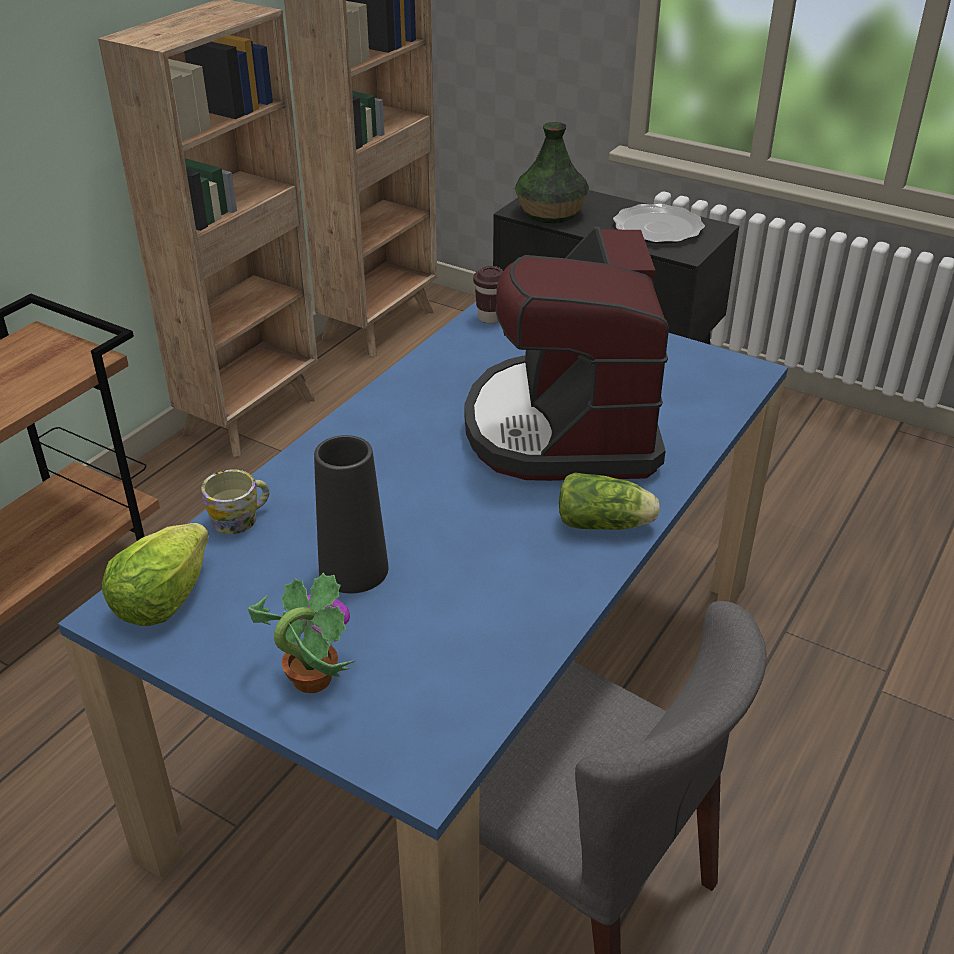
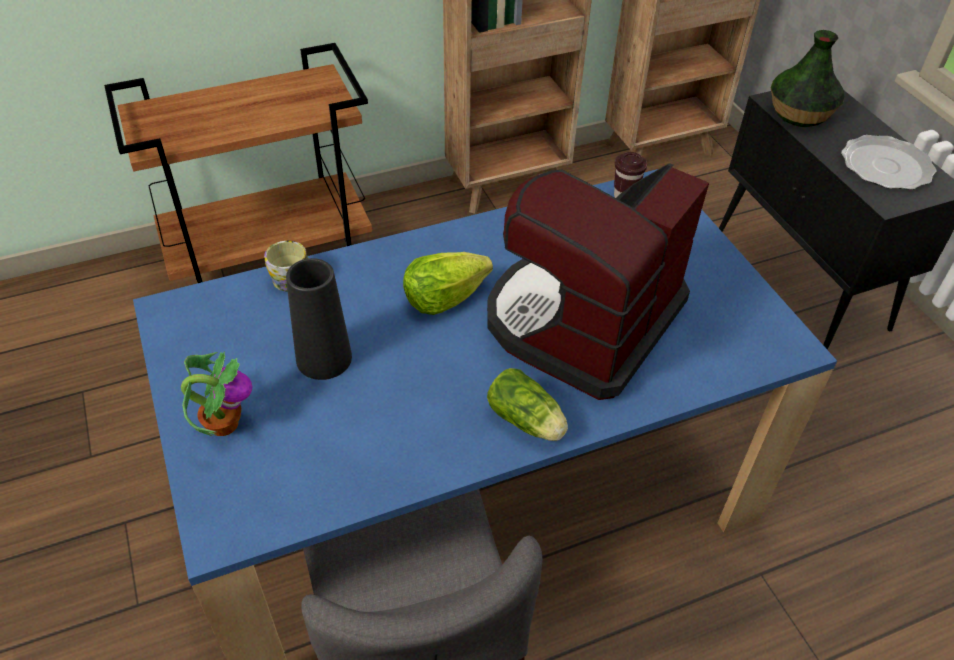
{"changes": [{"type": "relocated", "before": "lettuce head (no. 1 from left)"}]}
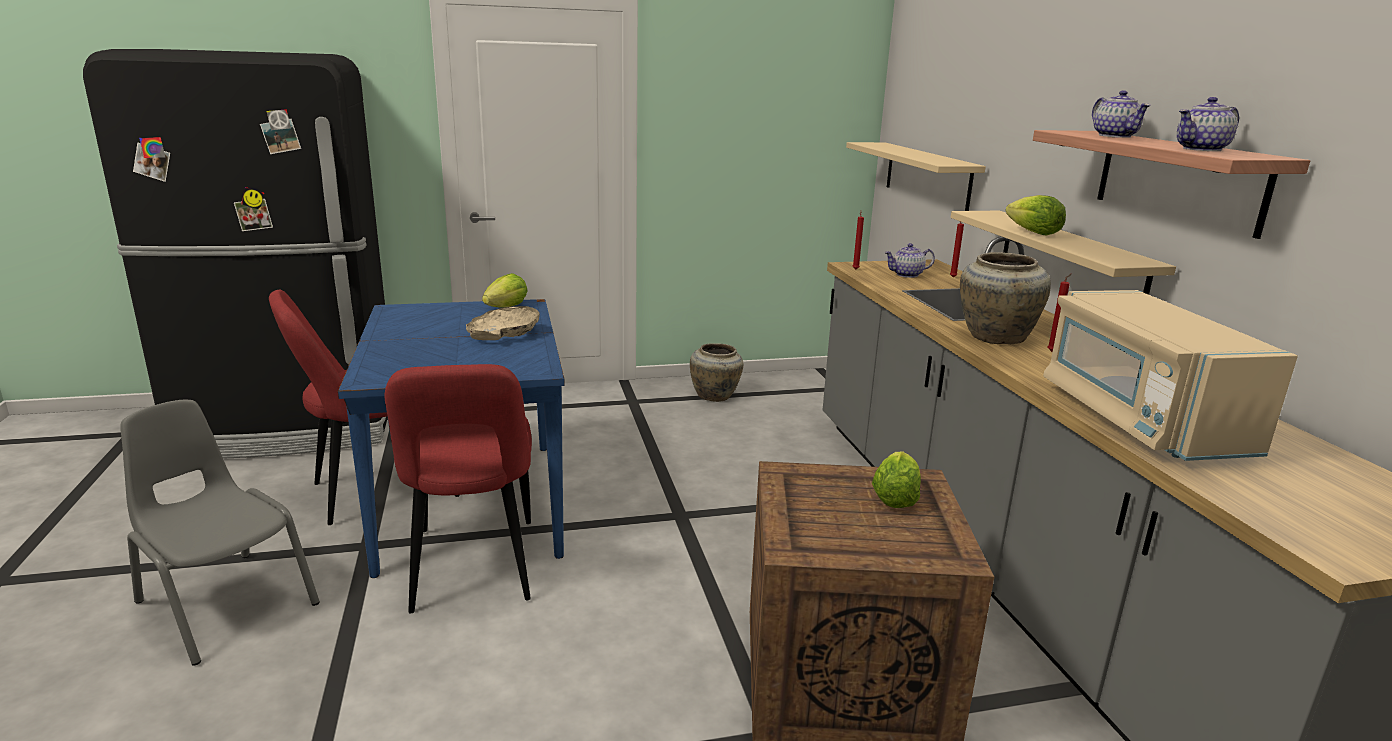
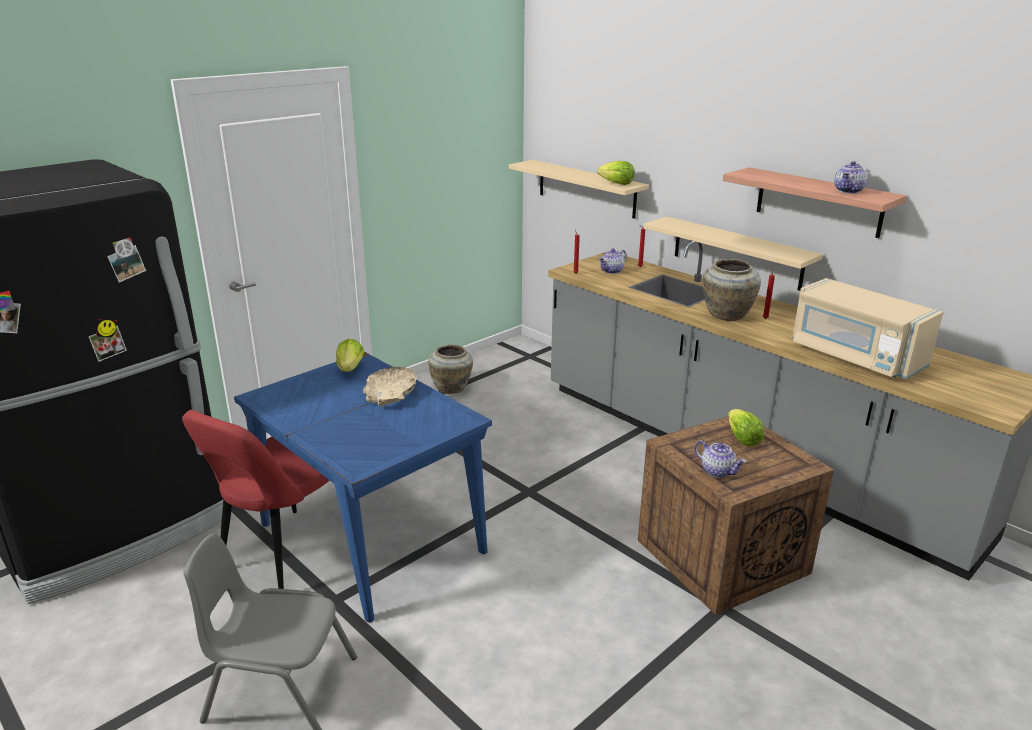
{"changes": [{"type": "missing", "before": "chair (red-coloured) (no. 2 from left)"}, {"type": "relocated", "before": "lettuce head (no. 3 from left in the first image)", "after": "lettuce head (no. 2 from left)"}, {"type": "relocated", "before": "pot for tea (no. 2 from left)"}]}
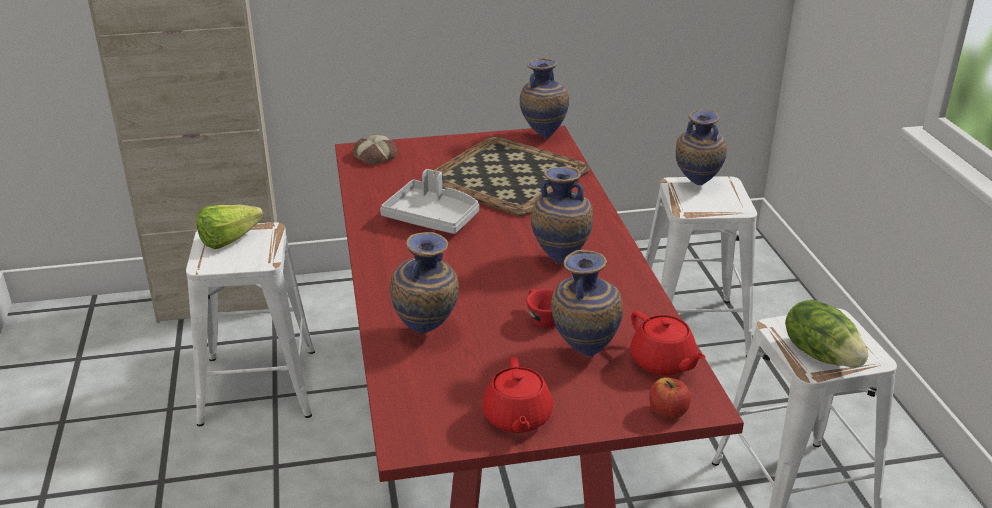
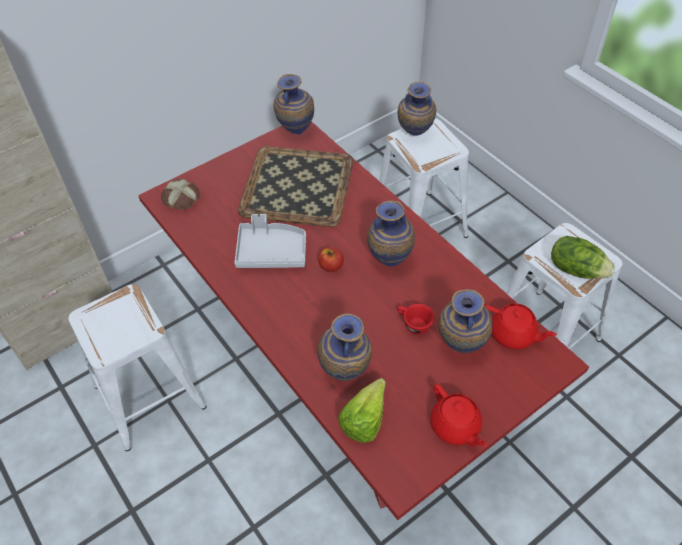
{"changes": [{"type": "relocated", "before": "lettuce head (no. 1 from left)"}, {"type": "relocated", "before": "apple fruit"}]}
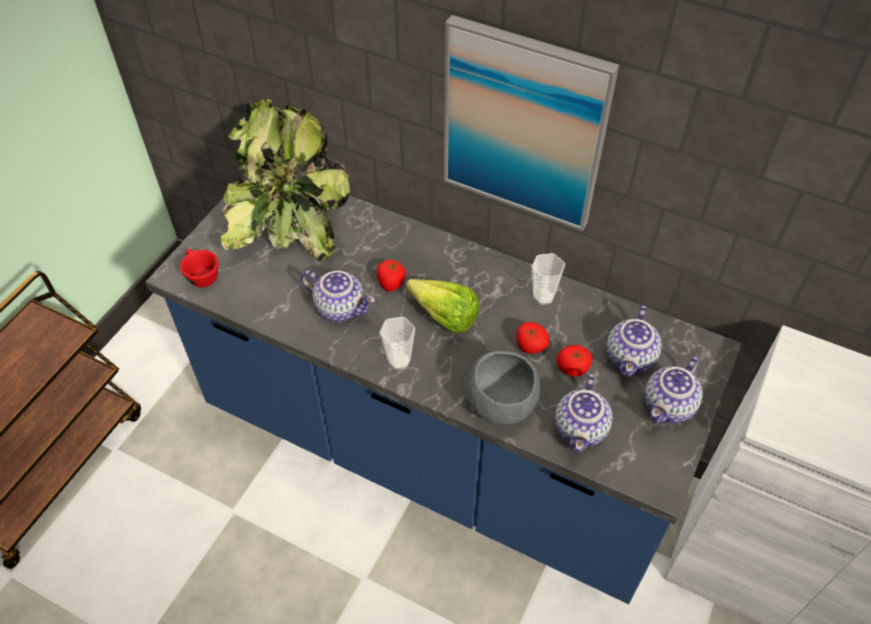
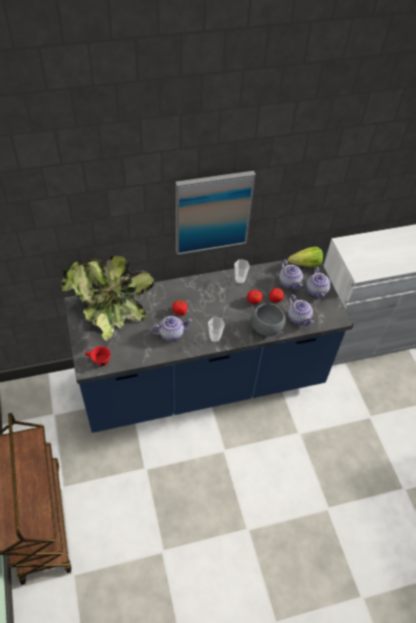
{"changes": [{"type": "relocated", "before": "lettuce head"}]}
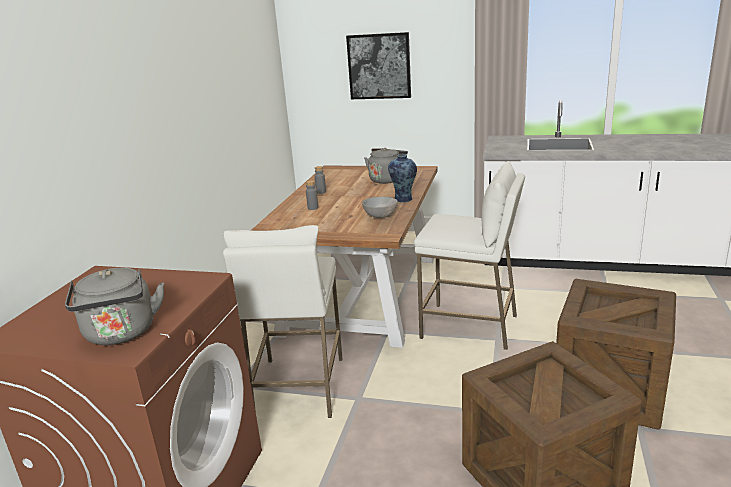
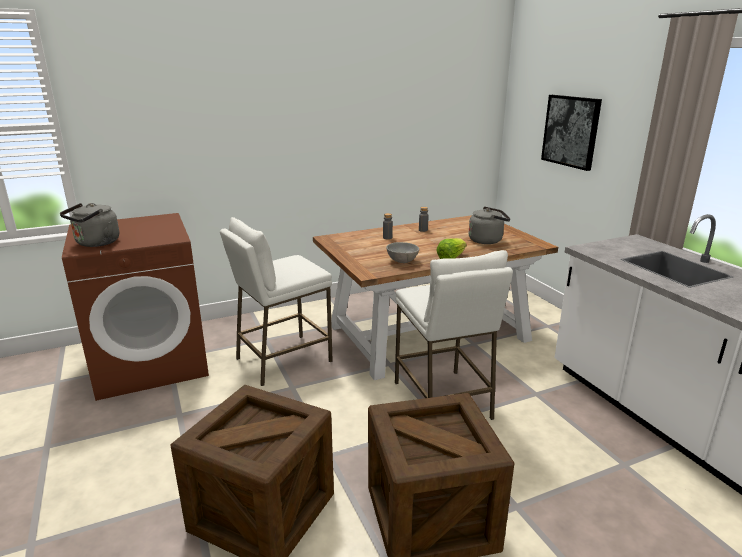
{"changes": [{"type": "exchanged", "before": "flower vase", "after": "lettuce head"}]}
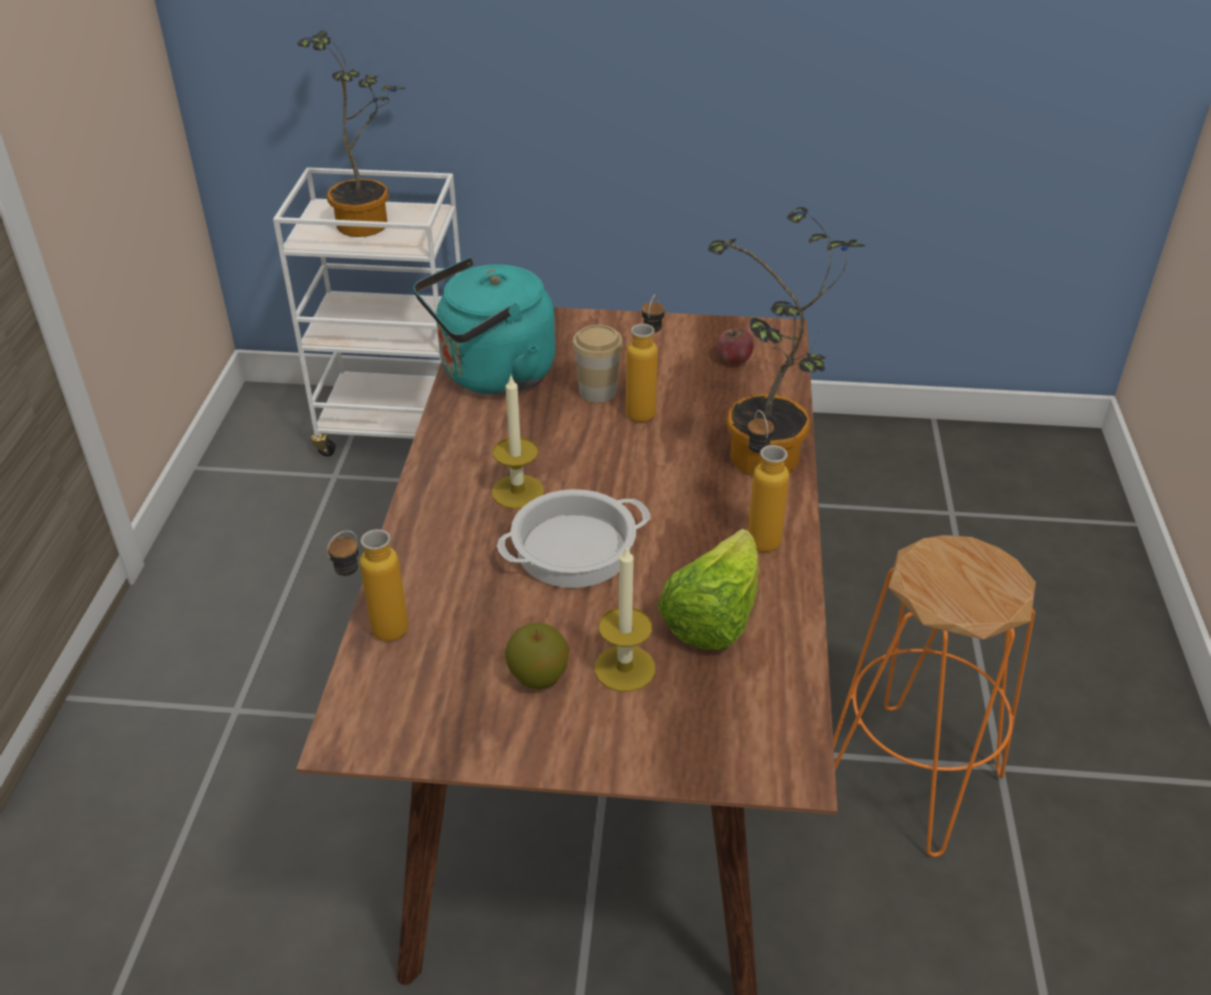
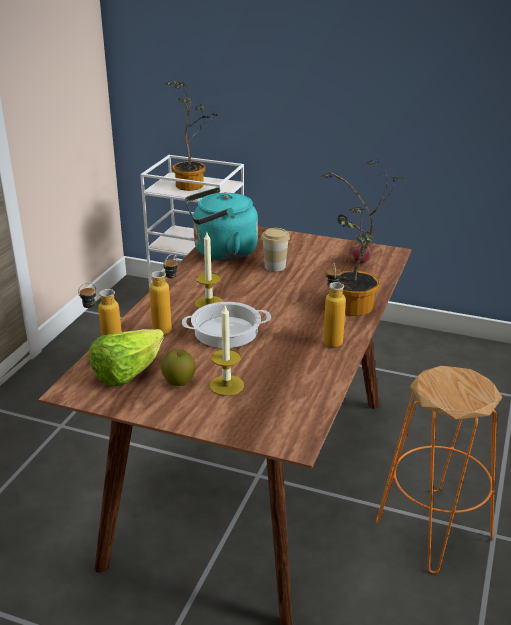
{"changes": [{"type": "relocated", "before": "drink bottle (no. 2 from left)"}, {"type": "relocated", "before": "lettuce head"}]}
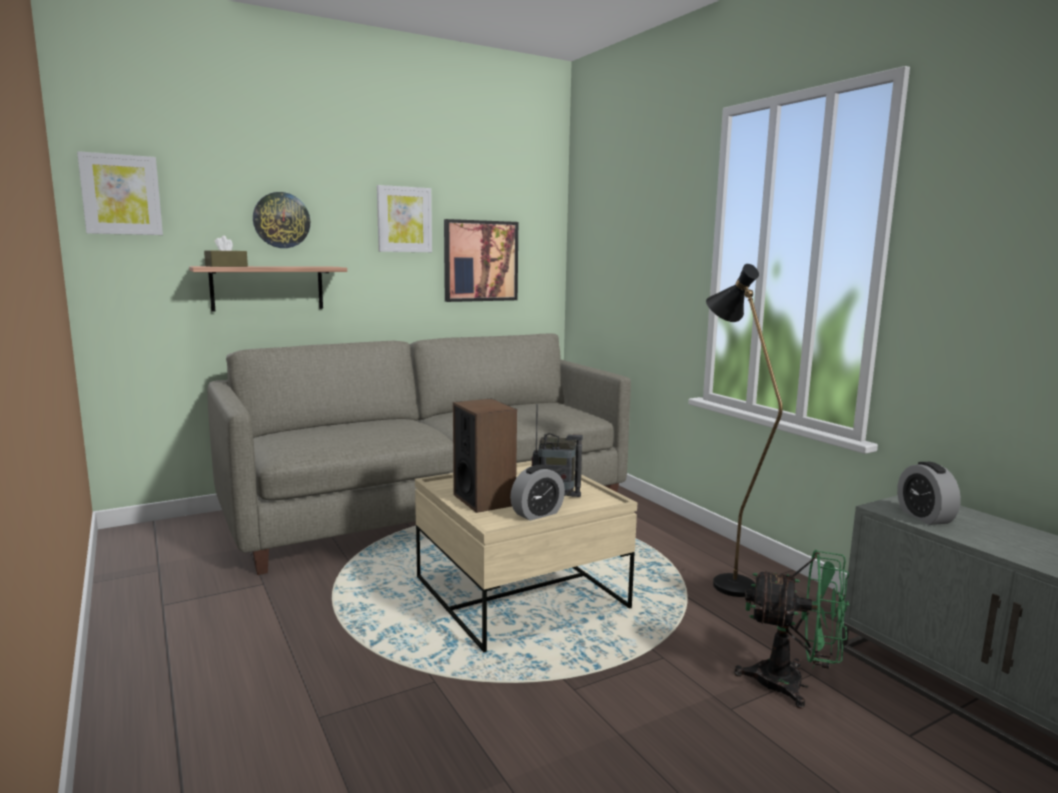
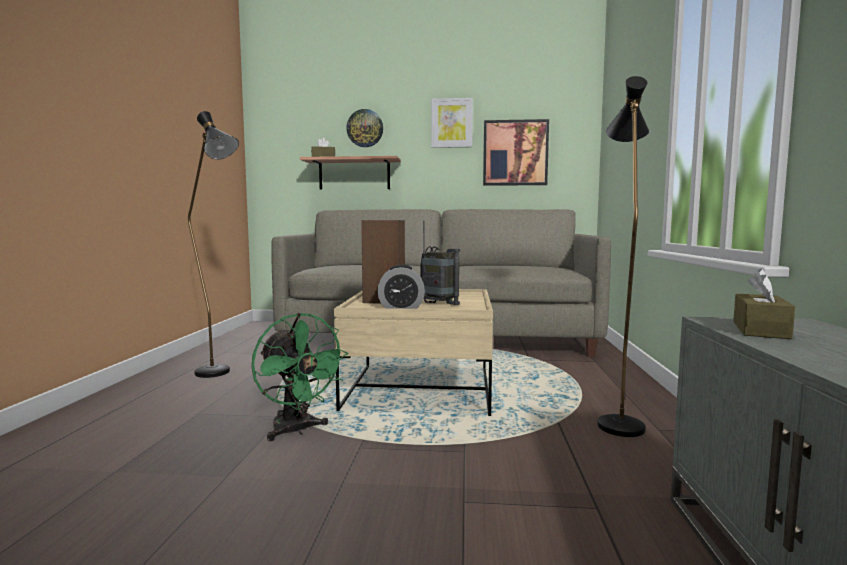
{"changes": [{"type": "missing", "before": "wall picture (no. 1 from left)"}, {"type": "appeared", "after": "floor lamp (black-coloured) (no. 1 from left)"}, {"type": "relocated", "before": "cooling fan (green)"}, {"type": "exchanged", "before": "alarm clock (no. 2 from left)", "after": "box of tissues (brownish) (no. 2 from left)"}]}
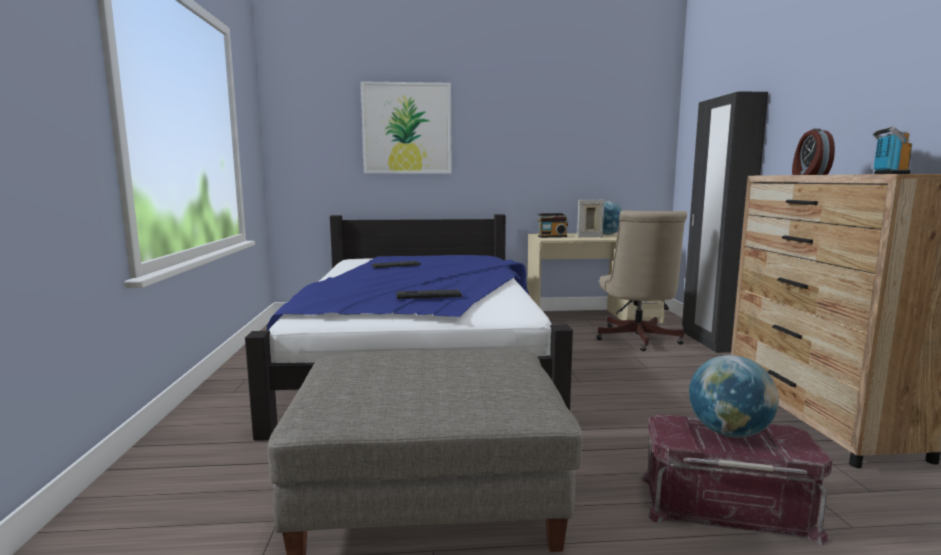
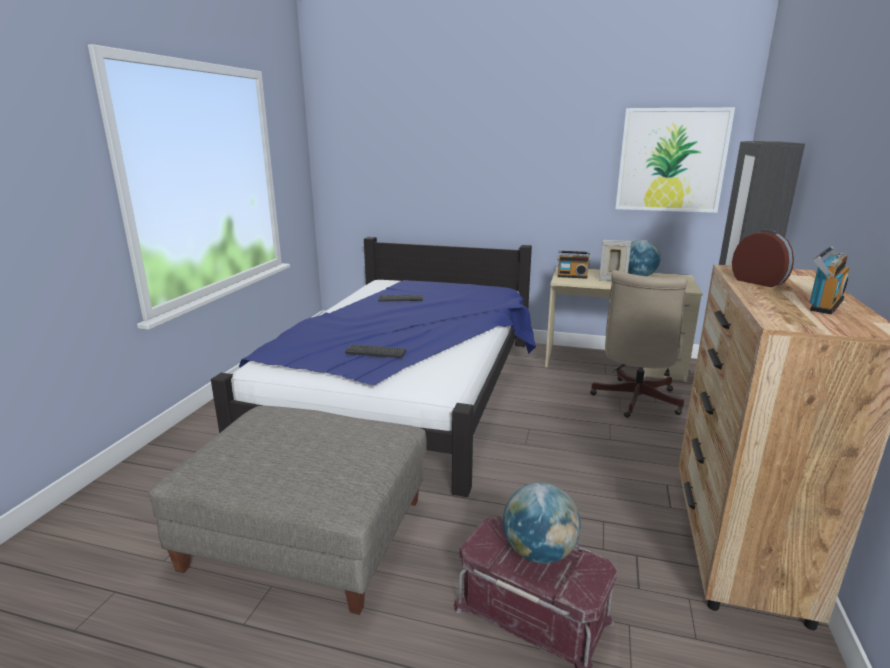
{"changes": [{"type": "relocated", "before": "wall picture"}, {"type": "spun", "before": "alarm clock", "turn": 120}]}
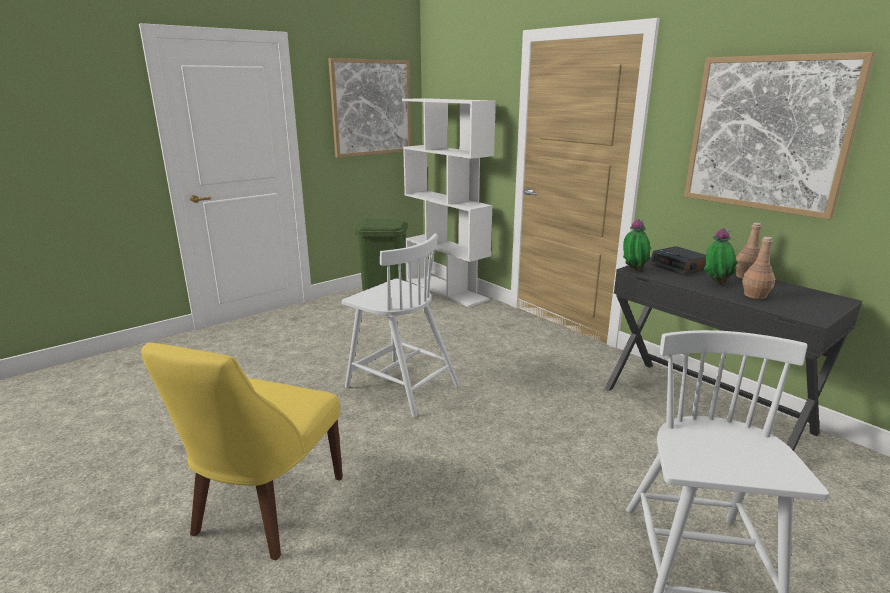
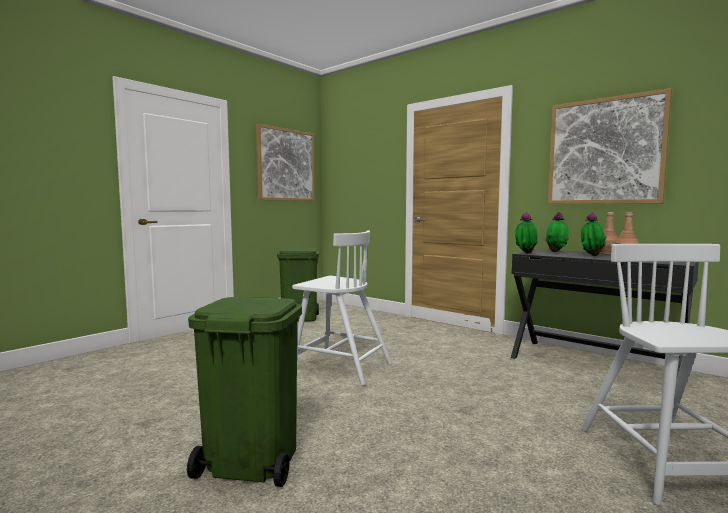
{"changes": [{"type": "missing", "before": "bookshelf (whitish)"}, {"type": "exchanged", "before": "chair (yellowish)", "after": "waste bin (green) (no. 1 from left)"}, {"type": "exchanged", "before": "alarm clock", "after": "plant in a pot (no. 2 from left)"}]}
